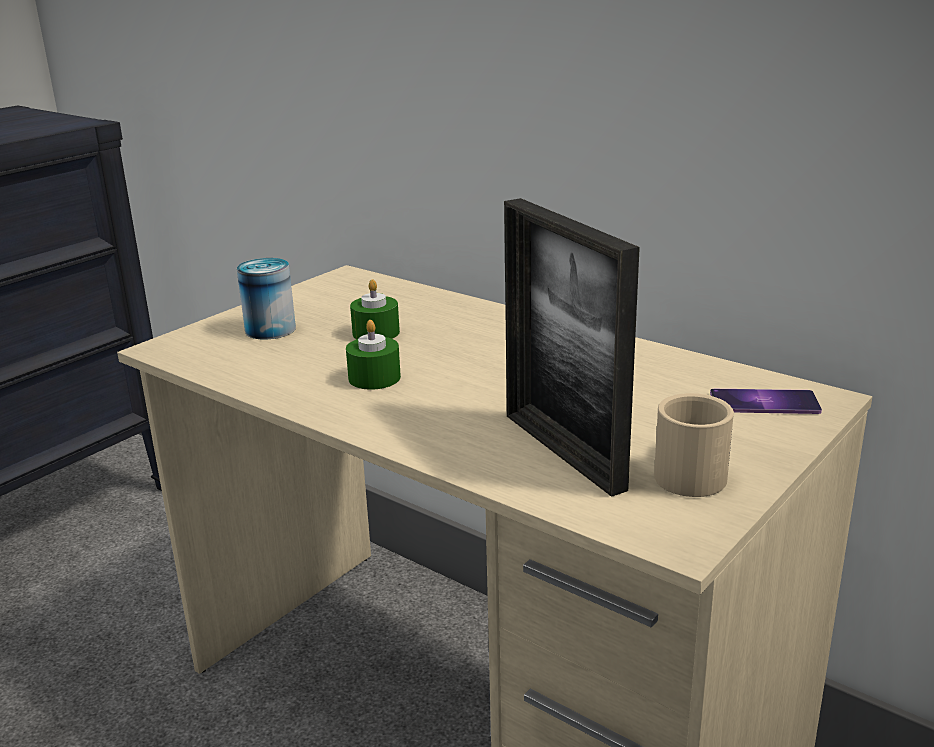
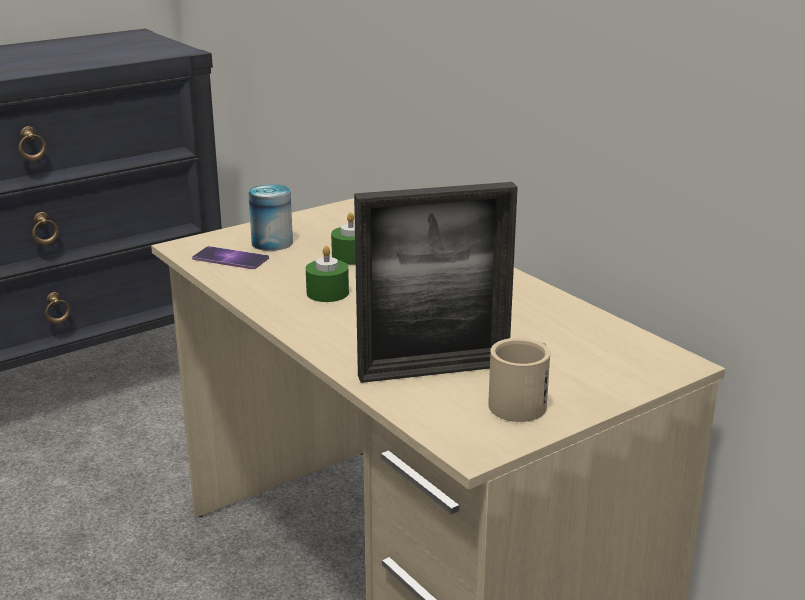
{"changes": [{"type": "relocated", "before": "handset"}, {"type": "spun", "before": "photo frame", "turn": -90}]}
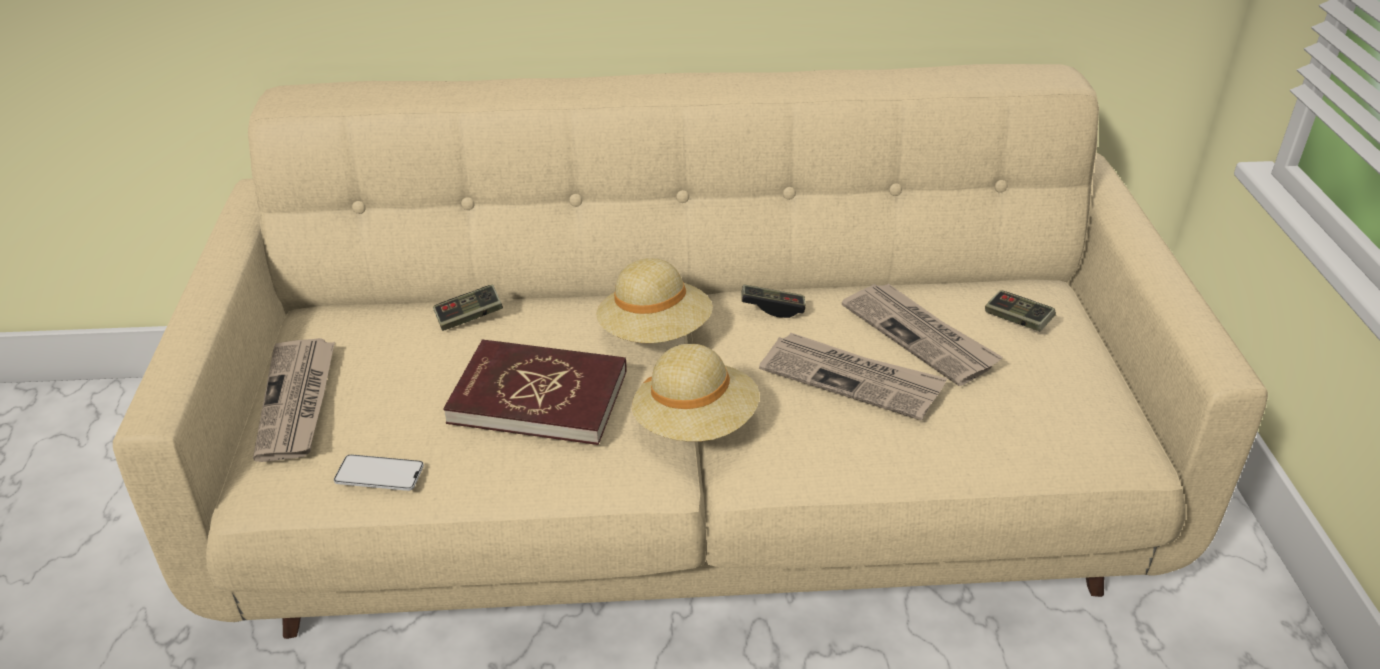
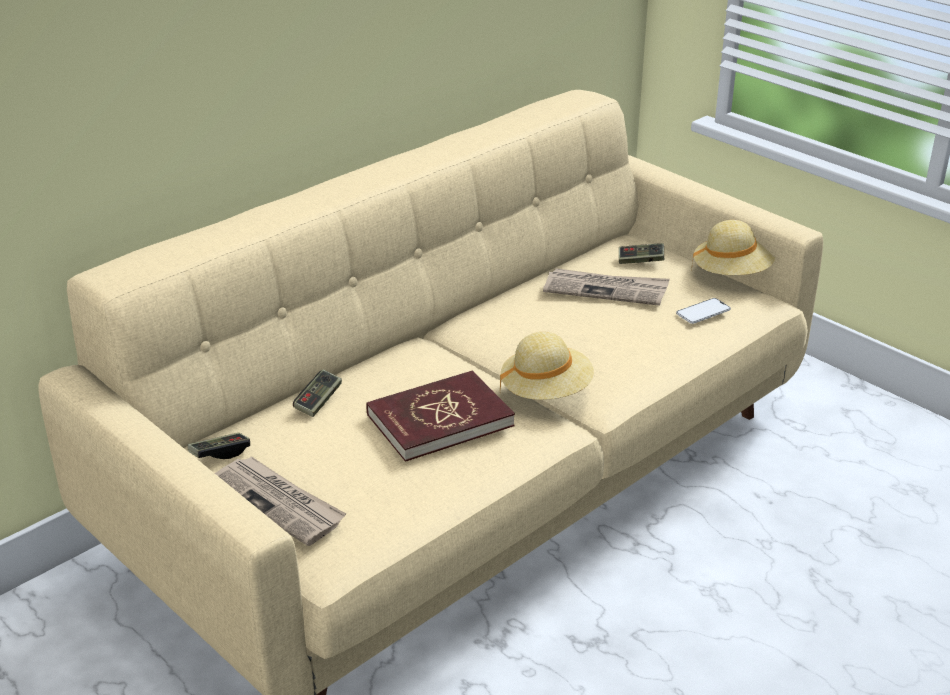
{"changes": [{"type": "missing", "before": "printed paper (no. 2 from left)"}, {"type": "relocated", "before": "handset"}, {"type": "relocated", "before": "hat (sand-coloured) (no. 1 from left in the first image)", "after": "hat (sand-coloured) (no. 2 from left)"}, {"type": "relocated", "before": "gamepad (no. 2 from left in the first image)", "after": "gamepad (no. 1 from left)"}]}
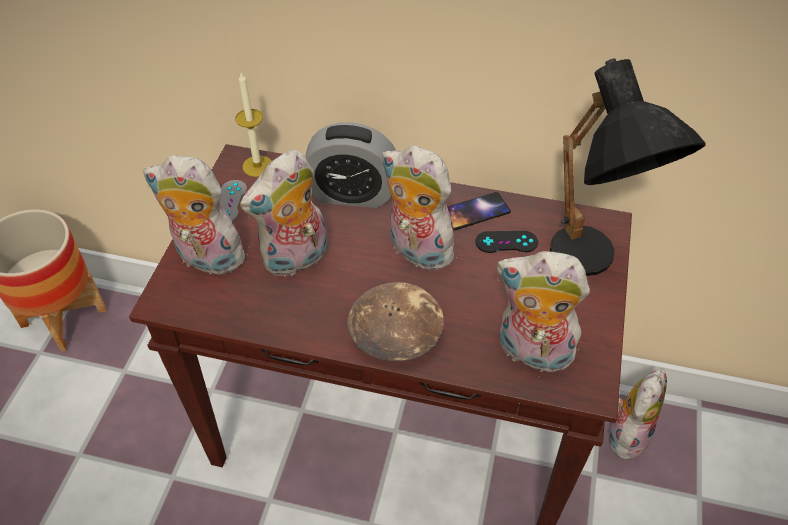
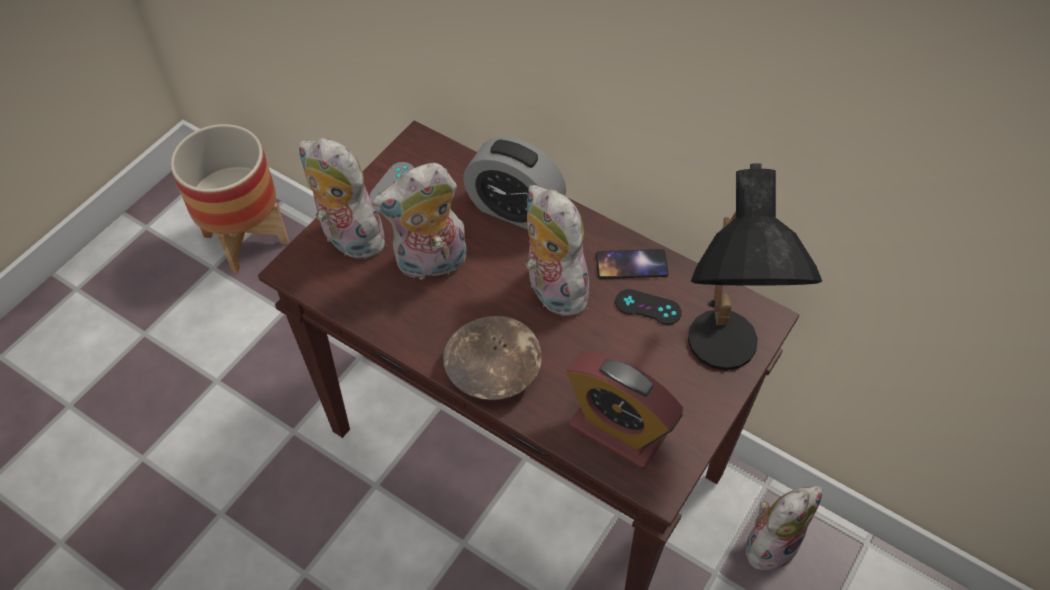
{"changes": [{"type": "missing", "before": "wax light"}, {"type": "exchanged", "before": "cuddly toy (no. 4 from left)", "after": "alarm clock (no. 2 from left)"}]}
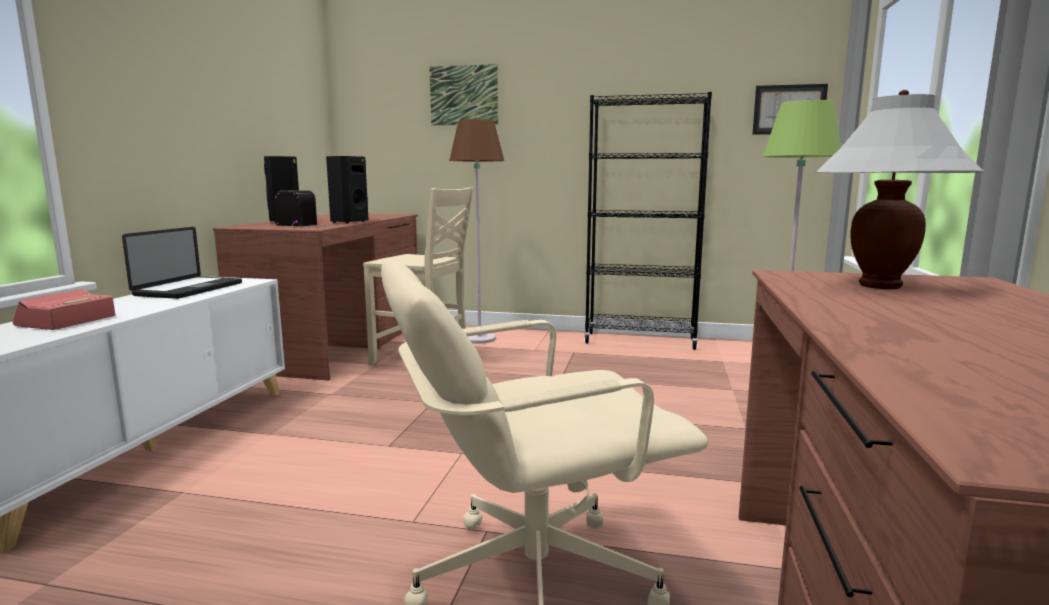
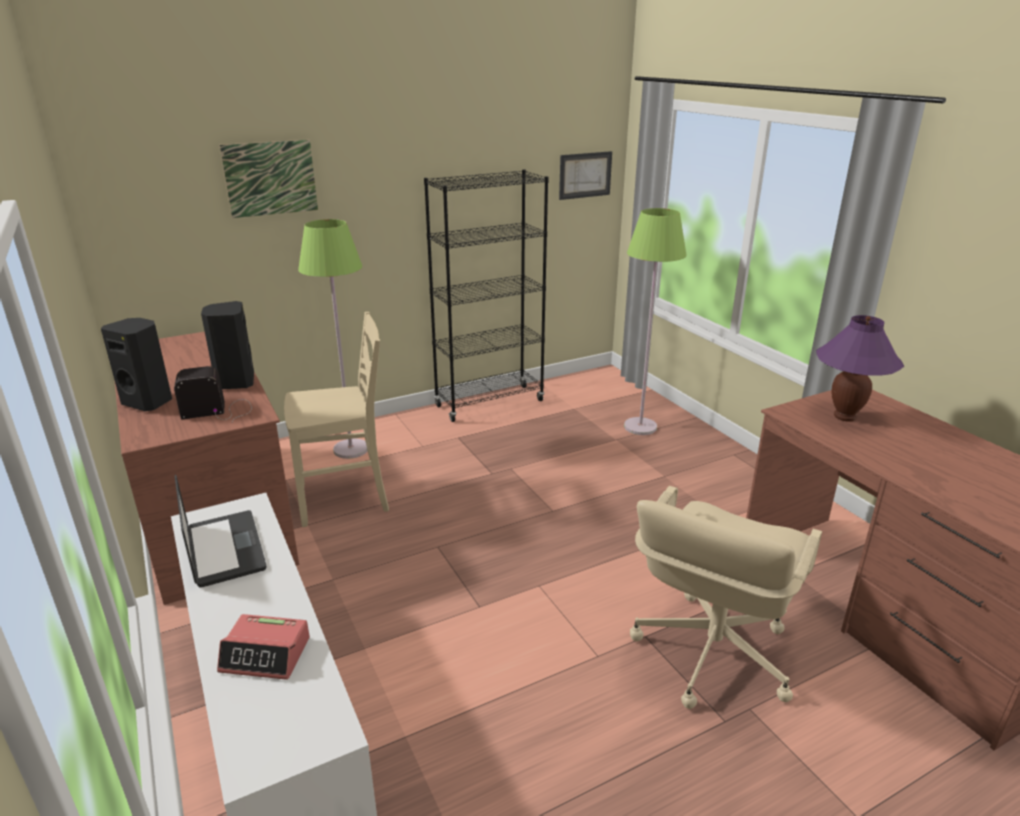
{"changes": [{"type": "colour", "before": "floor lamp (brownish)", "after": "floor lamp (green) (no. 1 from left)"}, {"type": "colour", "before": "lamp for a table (whitish)", "after": "lamp for a table (purple-coloured)"}, {"type": "spun", "before": "alarm clock", "turn": -60}]}
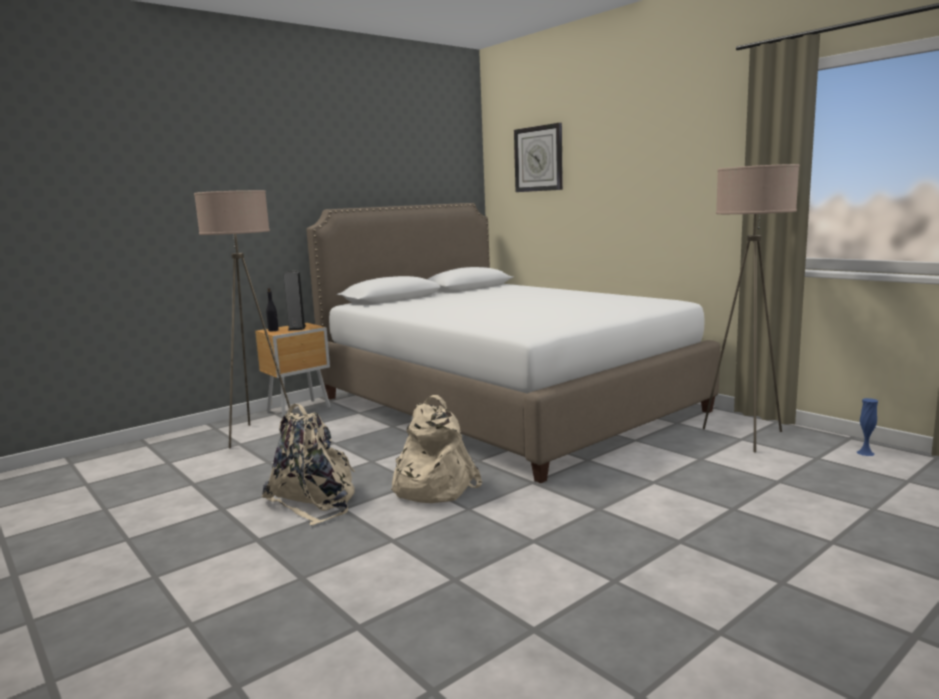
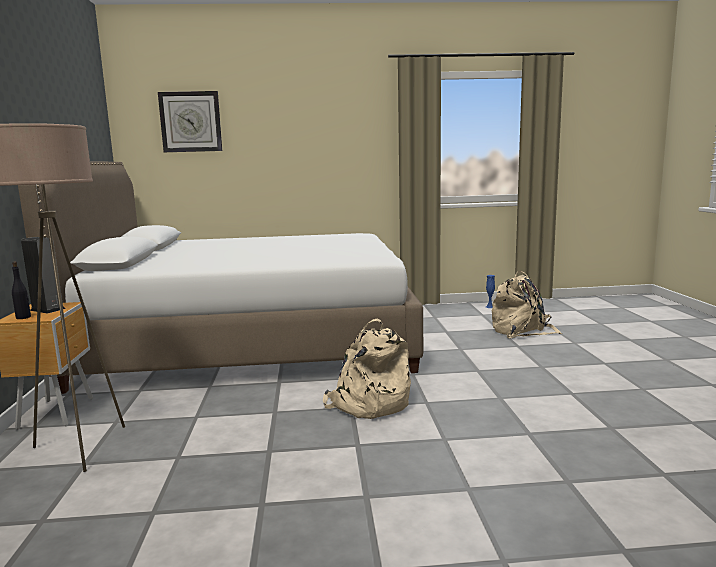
{"changes": [{"type": "missing", "before": "floor lamp (sand-coloured) (no. 2 from left)"}, {"type": "relocated", "before": "rucksack (sand-coloured) (no. 1 from left in the first image)", "after": "rucksack (sand-coloured) (no. 2 from left)"}]}
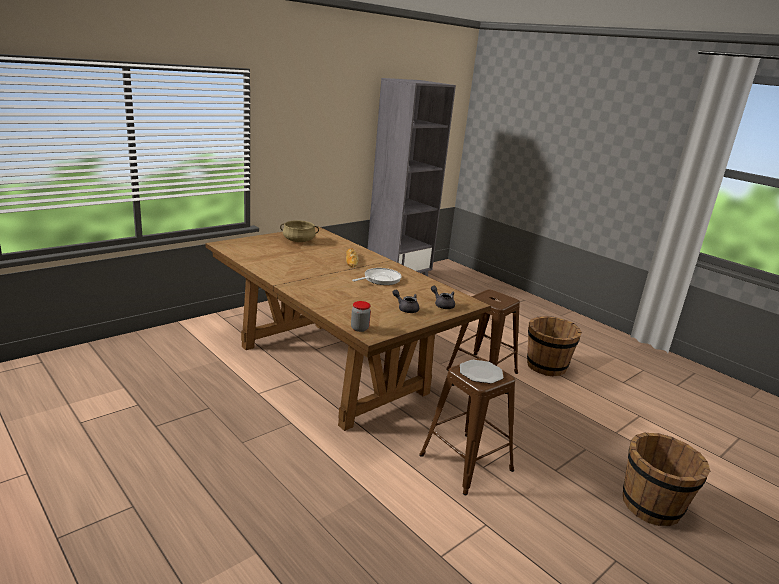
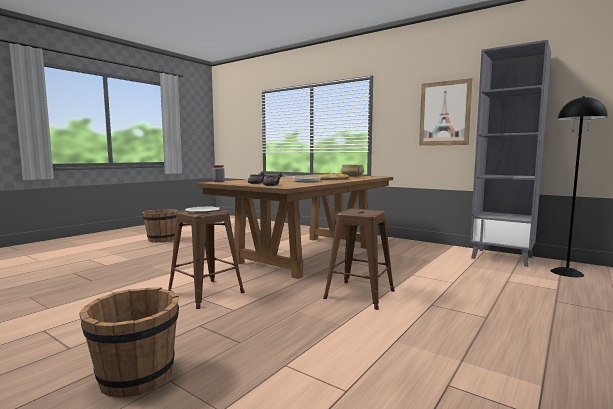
{"changes": [{"type": "appeared", "after": "wall picture"}, {"type": "appeared", "after": "floor lamp (black-coloured)"}, {"type": "relocated", "before": "pail (brownish) (no. 1 from left in the first image)", "after": "pail (brownish) (no. 2 from left)"}]}
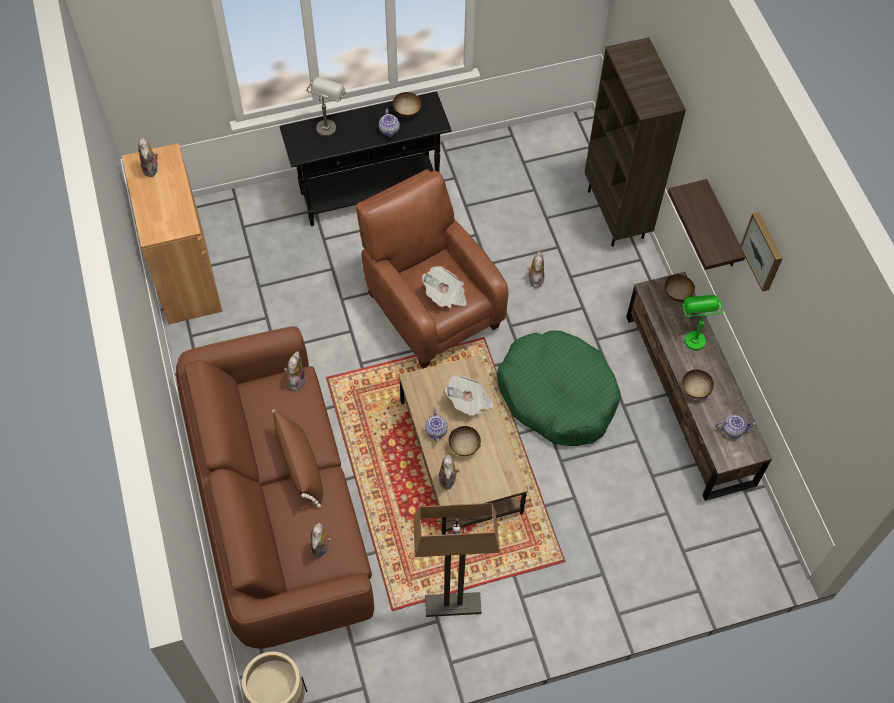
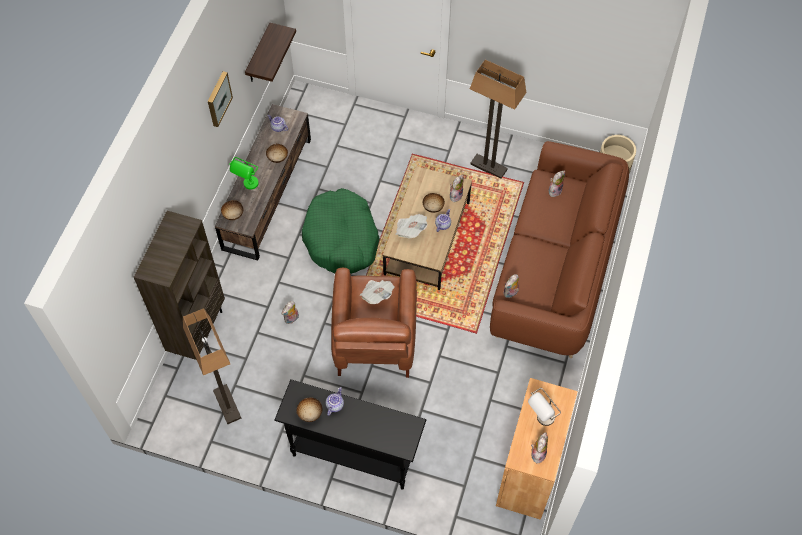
{"changes": [{"type": "missing", "before": "pillow (brownish)"}, {"type": "appeared", "after": "floor lamp (no. 1 from left)"}, {"type": "relocated", "before": "lamp for a table (greyish)"}, {"type": "relocated", "before": "wall shelf"}]}
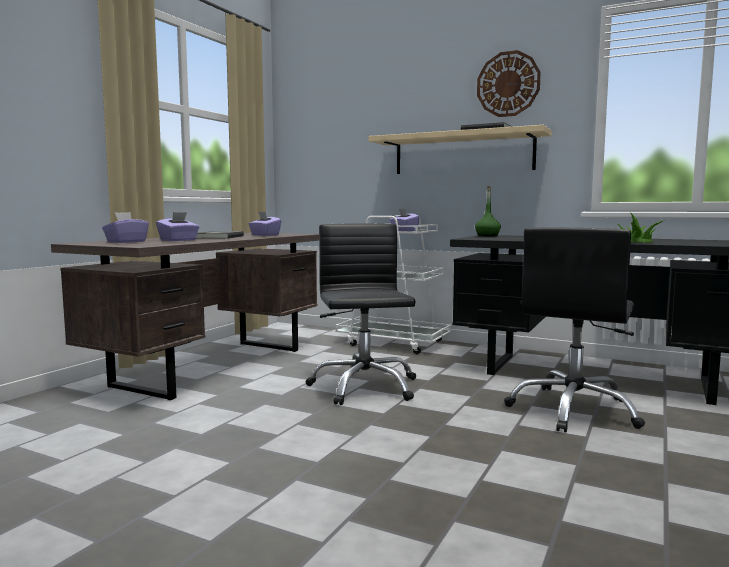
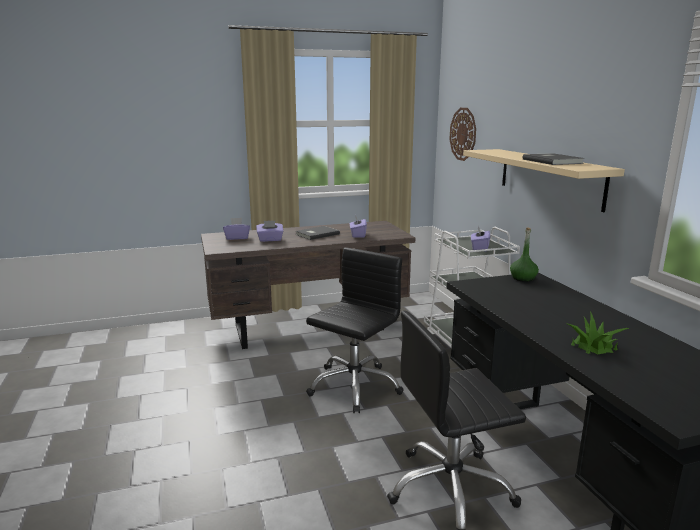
{"changes": [{"type": "relocated", "before": "wall clock"}]}
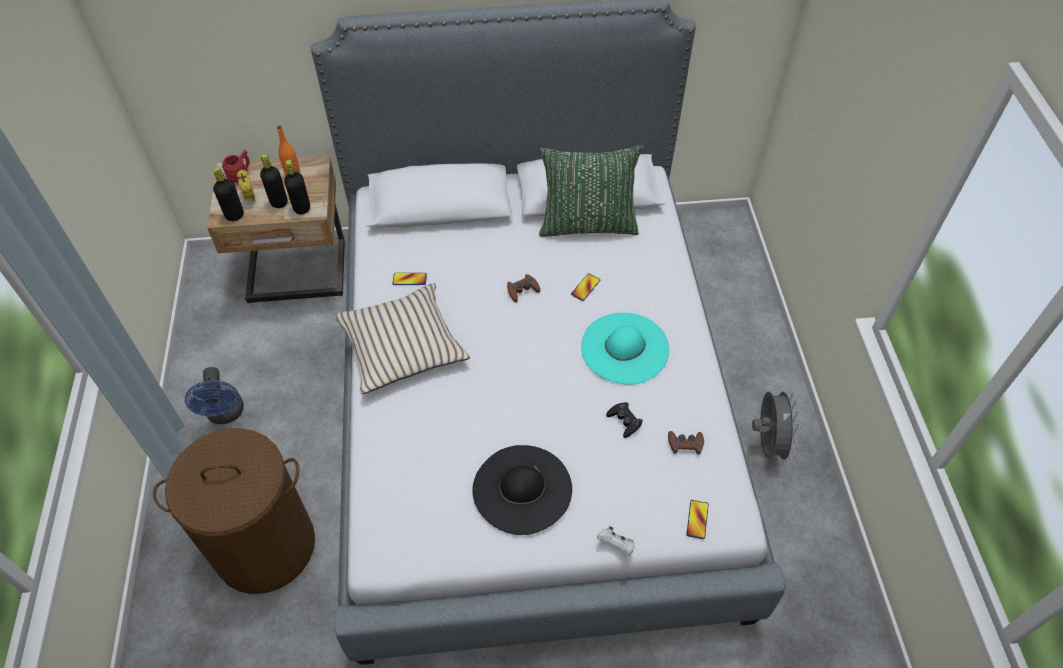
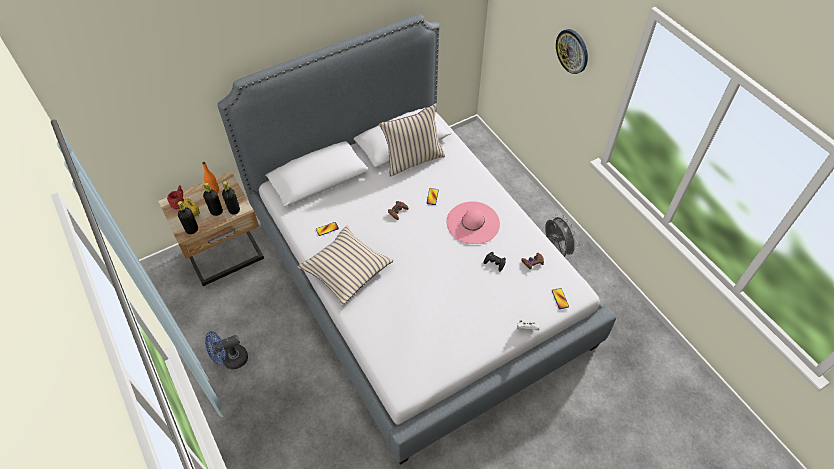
{"changes": [{"type": "missing", "before": "laundry basket (brownish)"}, {"type": "missing", "before": "hat (black-coloured)"}, {"type": "appeared", "after": "wall clock"}, {"type": "colour", "before": "pillow (green)", "after": "pillow (sand-coloured) (no. 2 from left)"}, {"type": "colour", "before": "hat (blue-green)", "after": "hat (pinkish)"}, {"type": "spun", "before": "cooling fan (bluish)", "turn": 105}]}
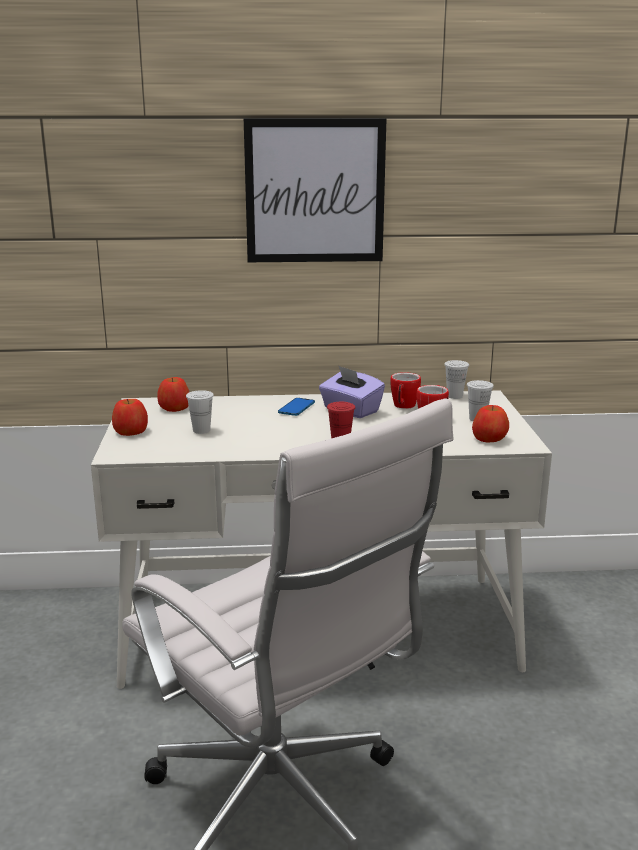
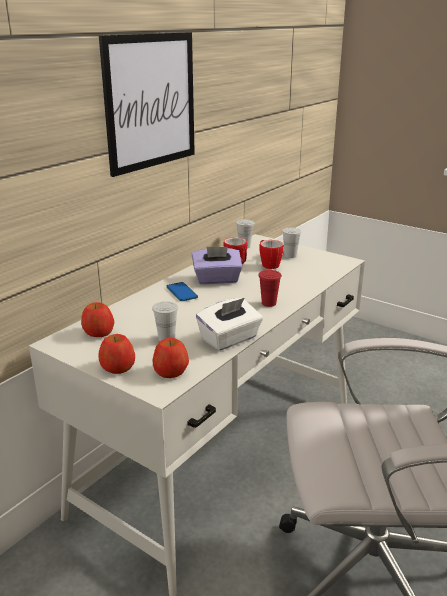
{"changes": [{"type": "appeared", "after": "box of tissues (whitish)"}, {"type": "relocated", "before": "apple fruit (no. 3 from left)"}]}
